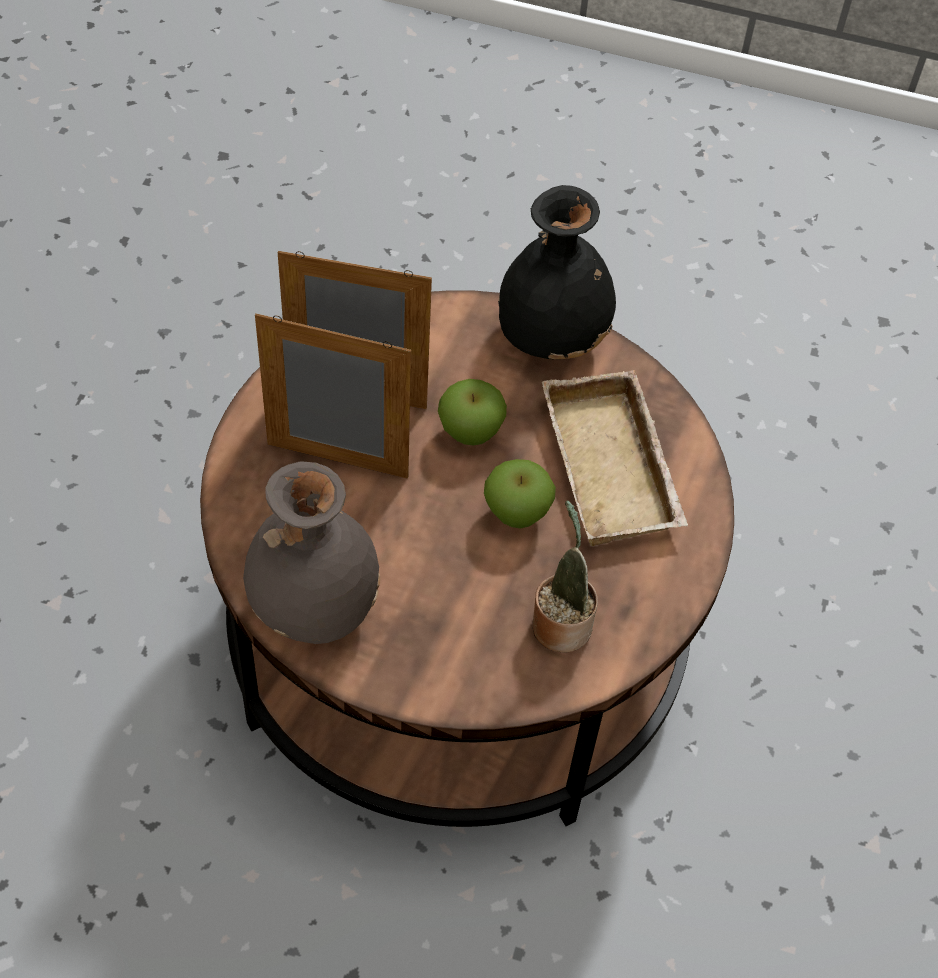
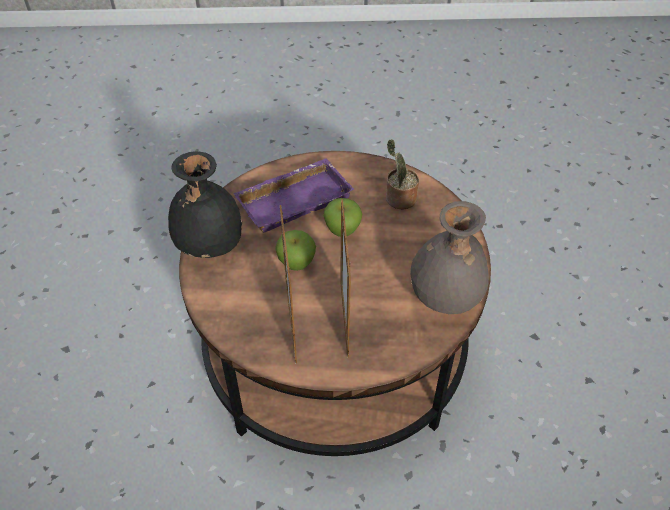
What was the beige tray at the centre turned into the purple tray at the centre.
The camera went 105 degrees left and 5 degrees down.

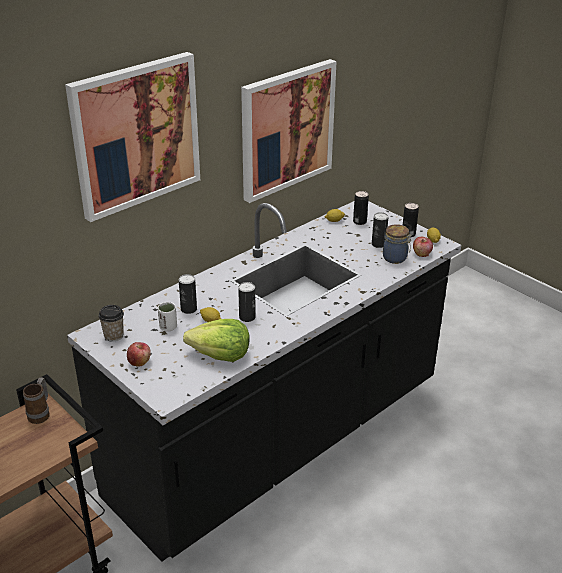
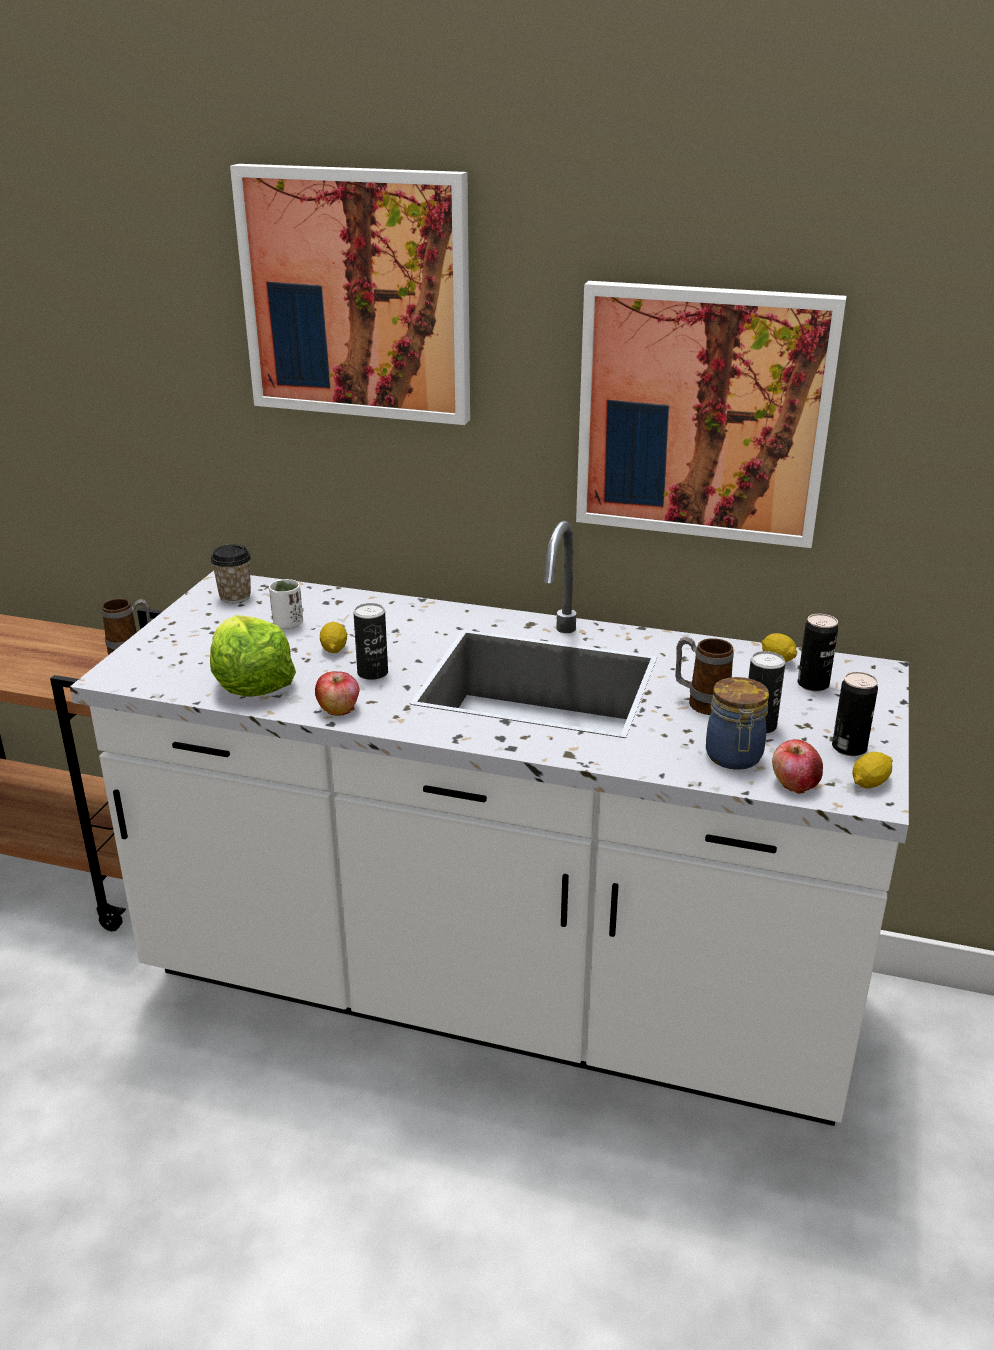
The second view lost the can (1st from left) at the centre.
The second view gained the mug (2nd from left) at the middle right.
The apple (1st from left) ended up elsewhere, having gone from the middle left to the centre.
What was the black counter at the centre turned into the white counter at the centre.
The camera went 60 degrees right and 5 degrees down.

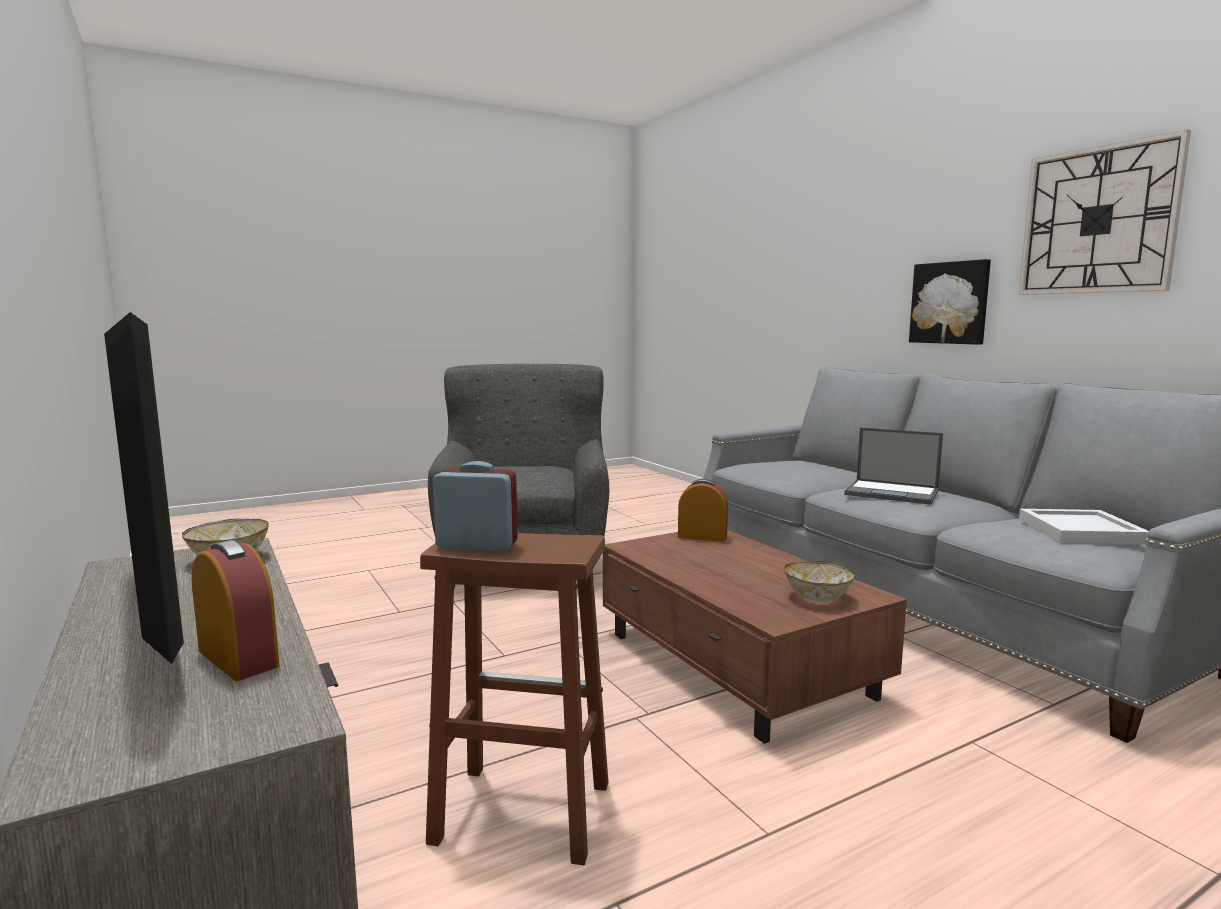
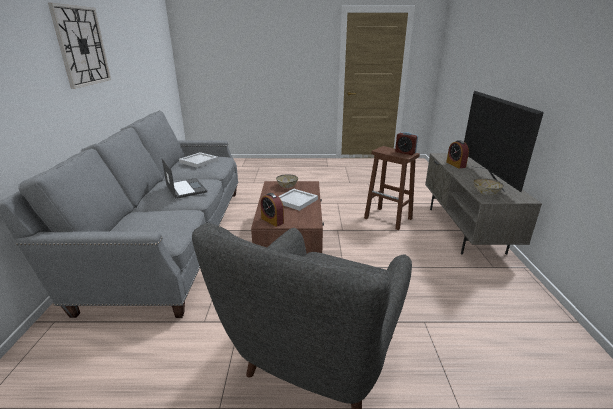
The second view lost the picture at the top right.
The second view gained the white tray (2nd from left) at the centre.
The camera went 150 degrees left and 15 degrees up.

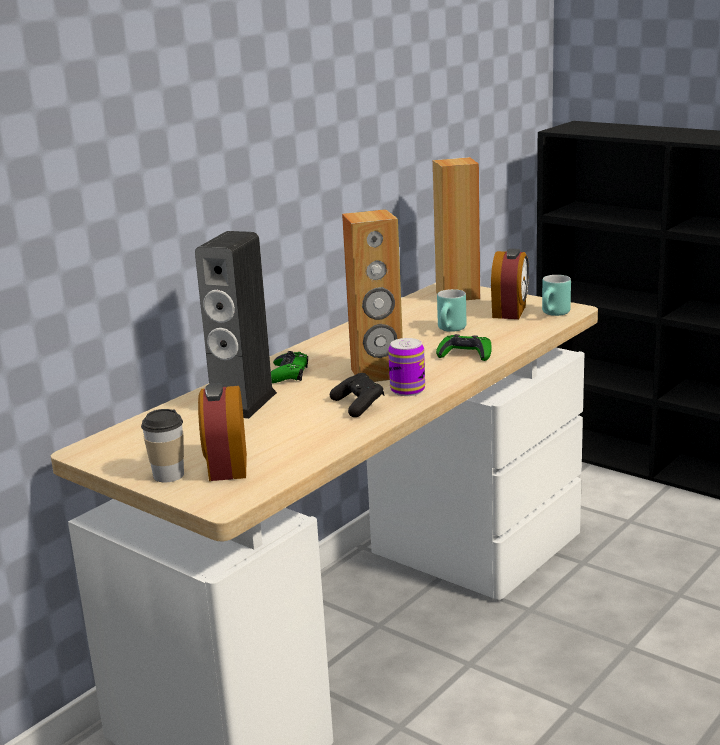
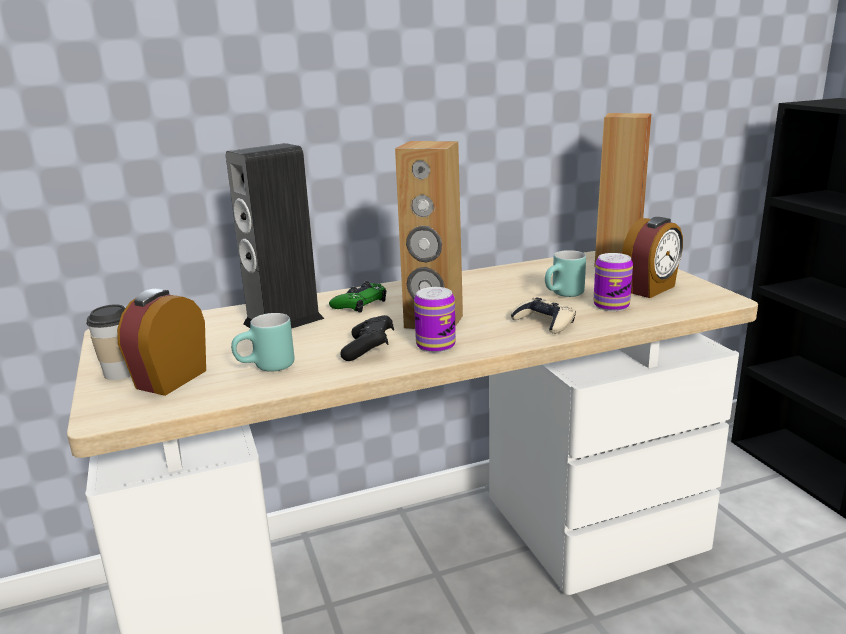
The second view gained the can (2nd from left) at the middle right.
The turquoise mug (2nd from left in the first image) ended up elsewhere, having gone from the middle right to the middle left.
What was the green game controller (2nd from left) at the centre turned into the beige game controller at the centre.
The camera went 30 degrees right and 0 degrees up.

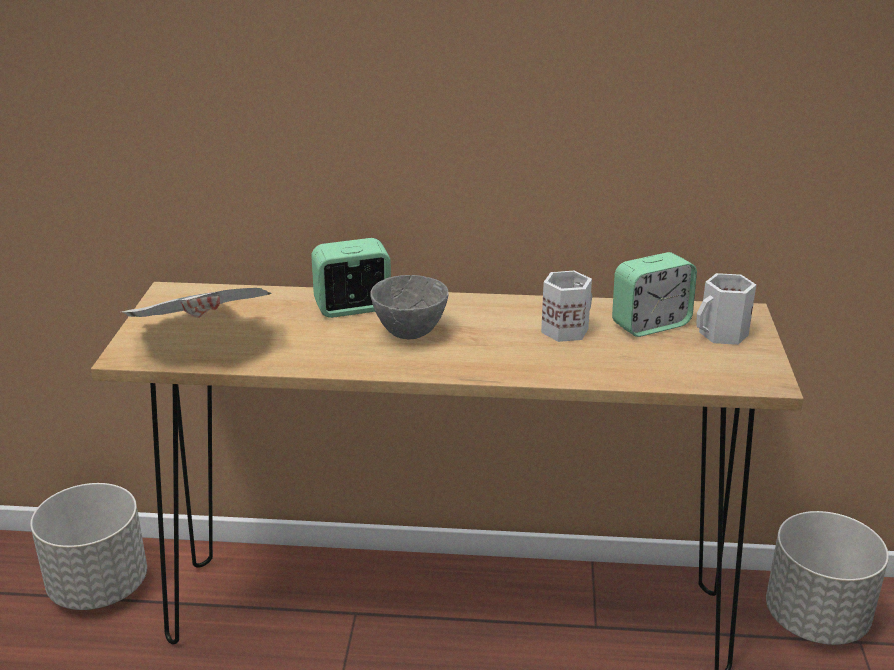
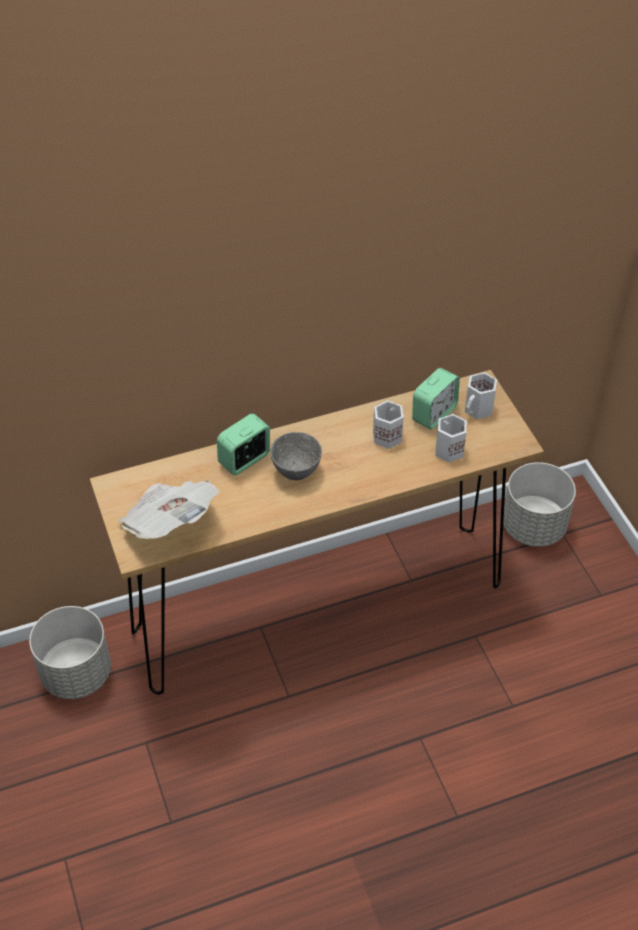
The second view gained the white mug (2nd from left) at the middle right.
The camera went 25 degrees left and 20 degrees up.

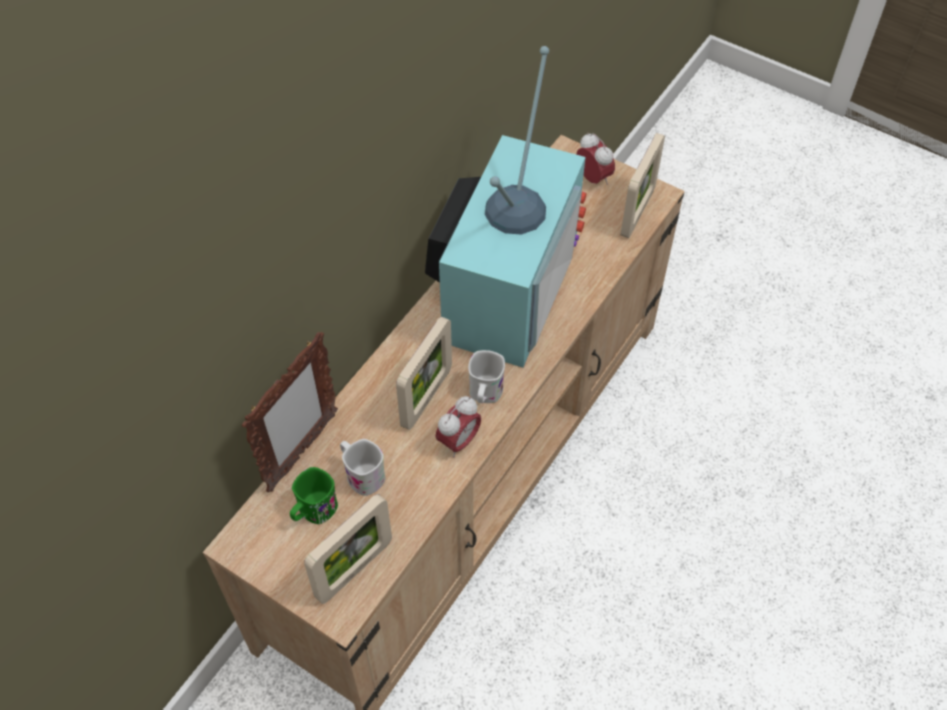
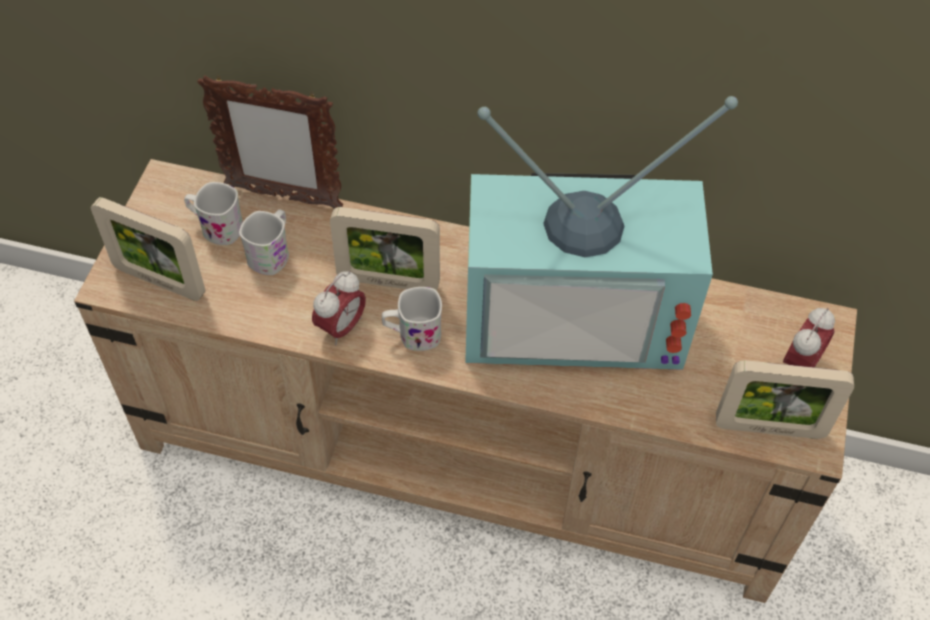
What was the green mug at the bottom left turned into the white mug (1st from left) at the middle left.
The alarm clock (1st from left) at the centre ended up facing another way, 75 degrees counterclockwise from before.
The camera went 70 degrees right and 0 degrees up.

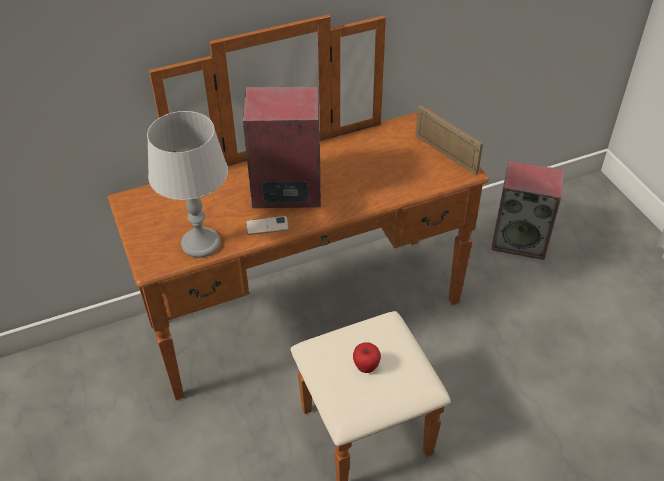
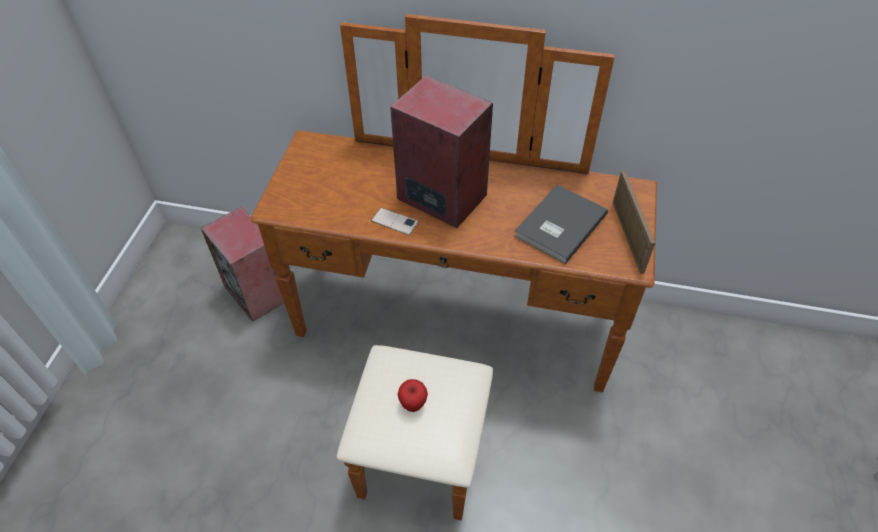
The second view lost the grey table lamp at the middle left.
The second view gained the grey book at the centre.
The speaker (2nd from left in the first image) ended up elsewhere, having gone from the middle right to the middle left.
The camera went 35 degrees right and 5 degrees up.

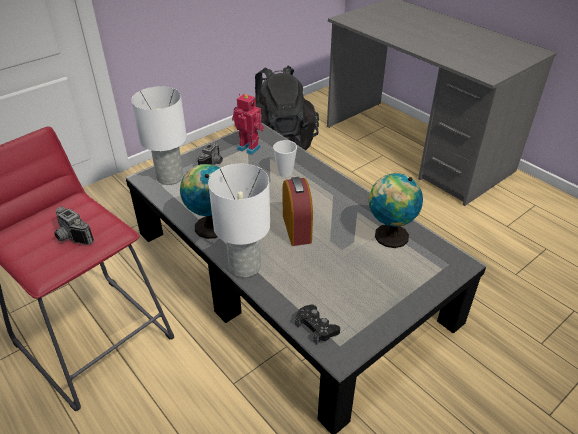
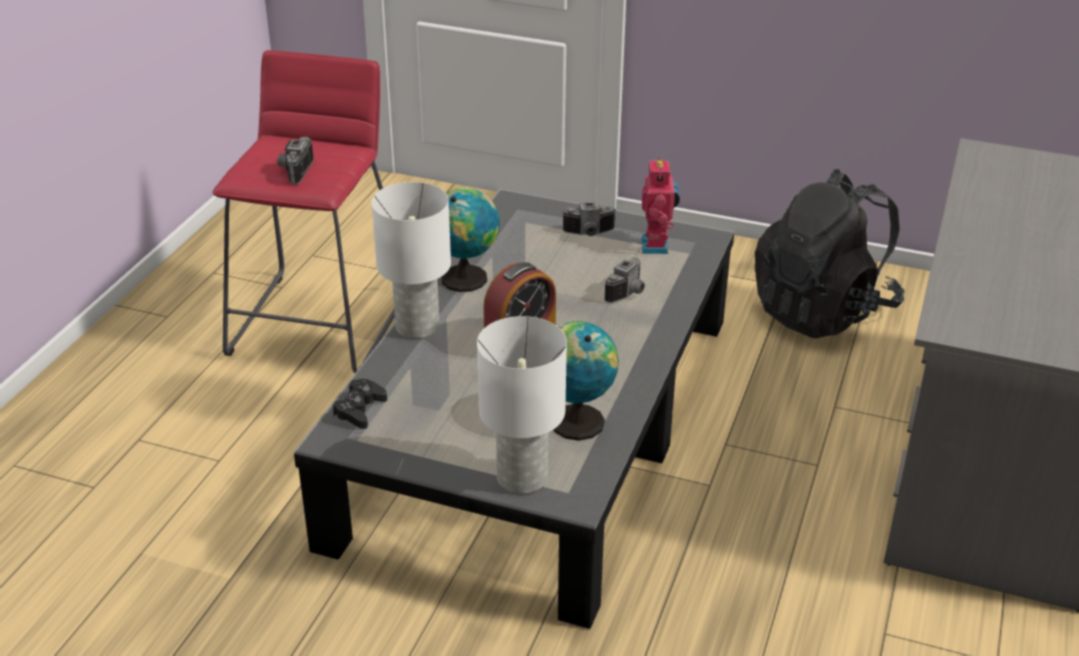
The white table lamp (1st from left in the first image) ended up elsewhere, having gone from the top left to the centre.
Where the cup stood at the centre, the photo camera (3rd from left) came to stand at the centre.
The camera went 60 degrees right and 5 degrees down.

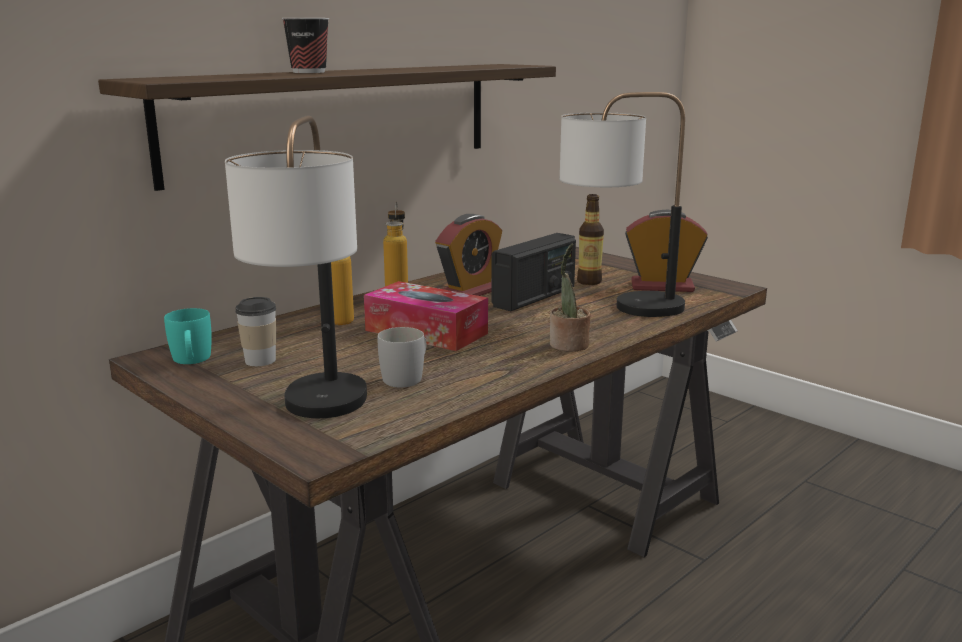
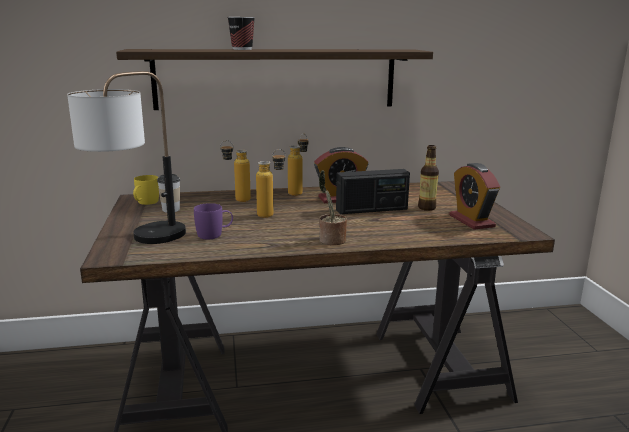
The second view lost the table lamp (2nd from left) at the top centre.
Where the tissue box stood at the centre, the bottle (2nd from left) came to stand at the centre.
What was the turquoise mug at the middle left turned into the yellow mug at the middle left.
What was the white mug at the centre turned into the purple mug at the centre.
The alarm clock (2nd from left) at the middle right ended up facing another way, 150 degrees counterclockwise from before.
The camera went 35 degrees right and 0 degrees up.

